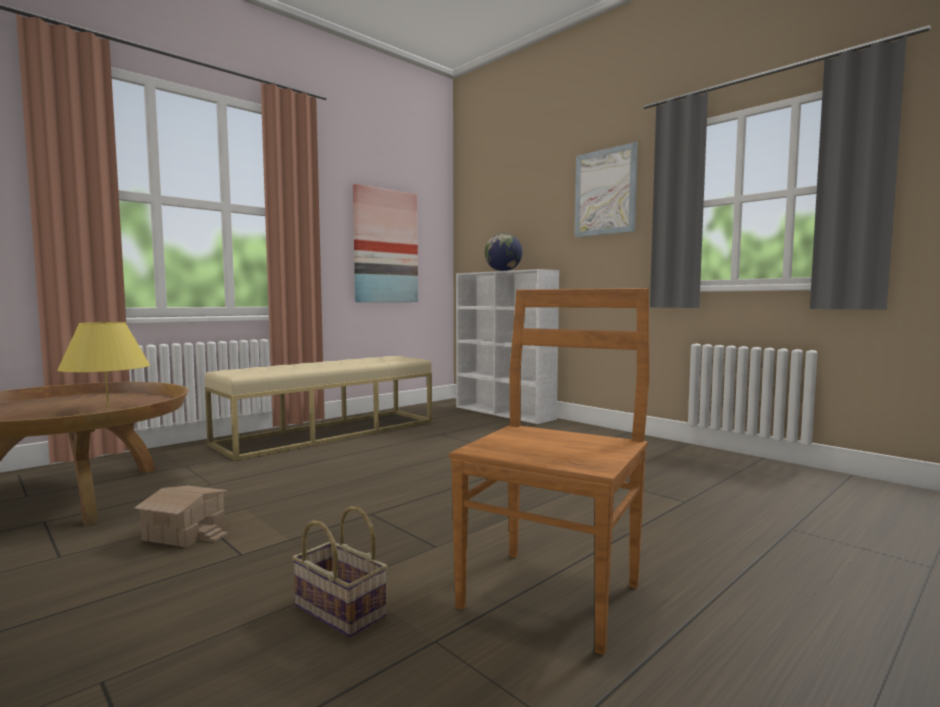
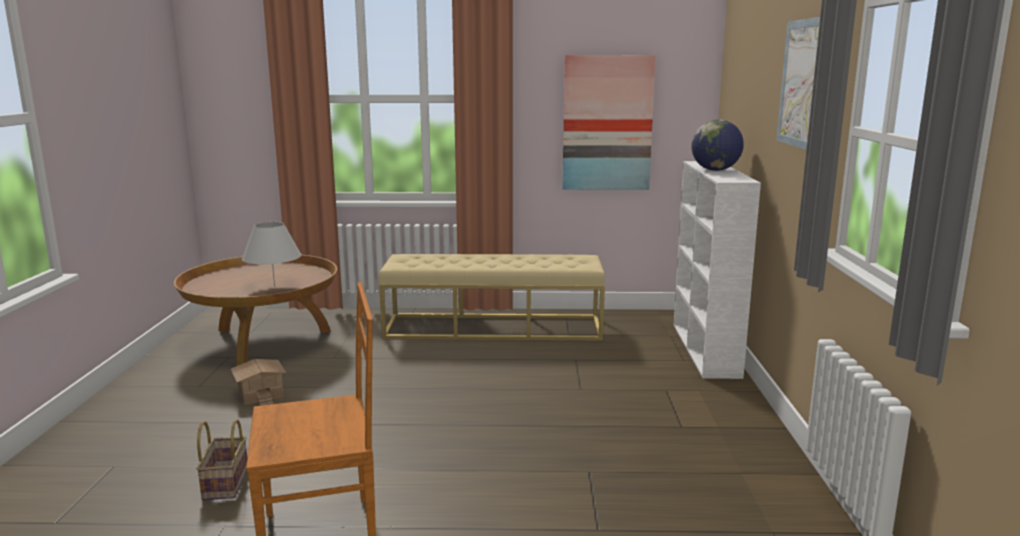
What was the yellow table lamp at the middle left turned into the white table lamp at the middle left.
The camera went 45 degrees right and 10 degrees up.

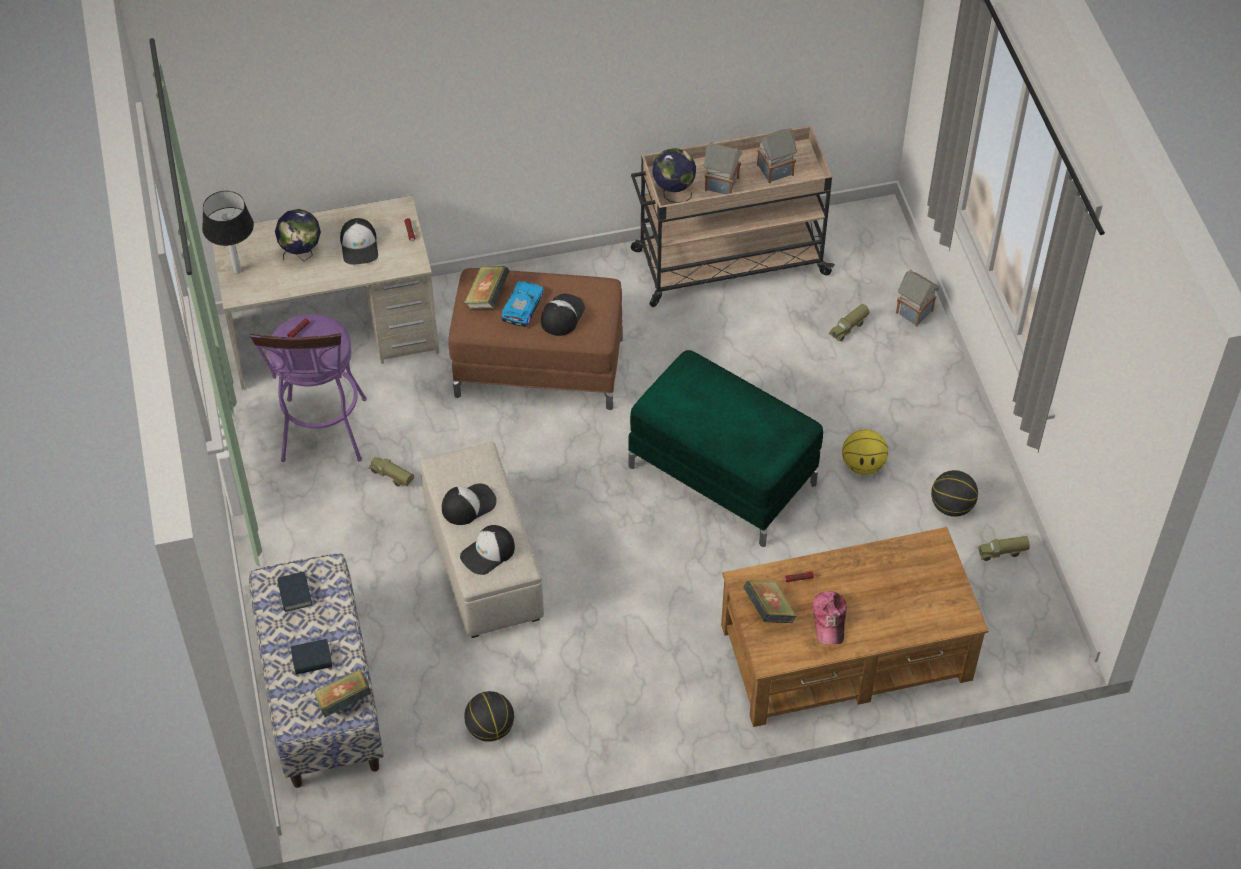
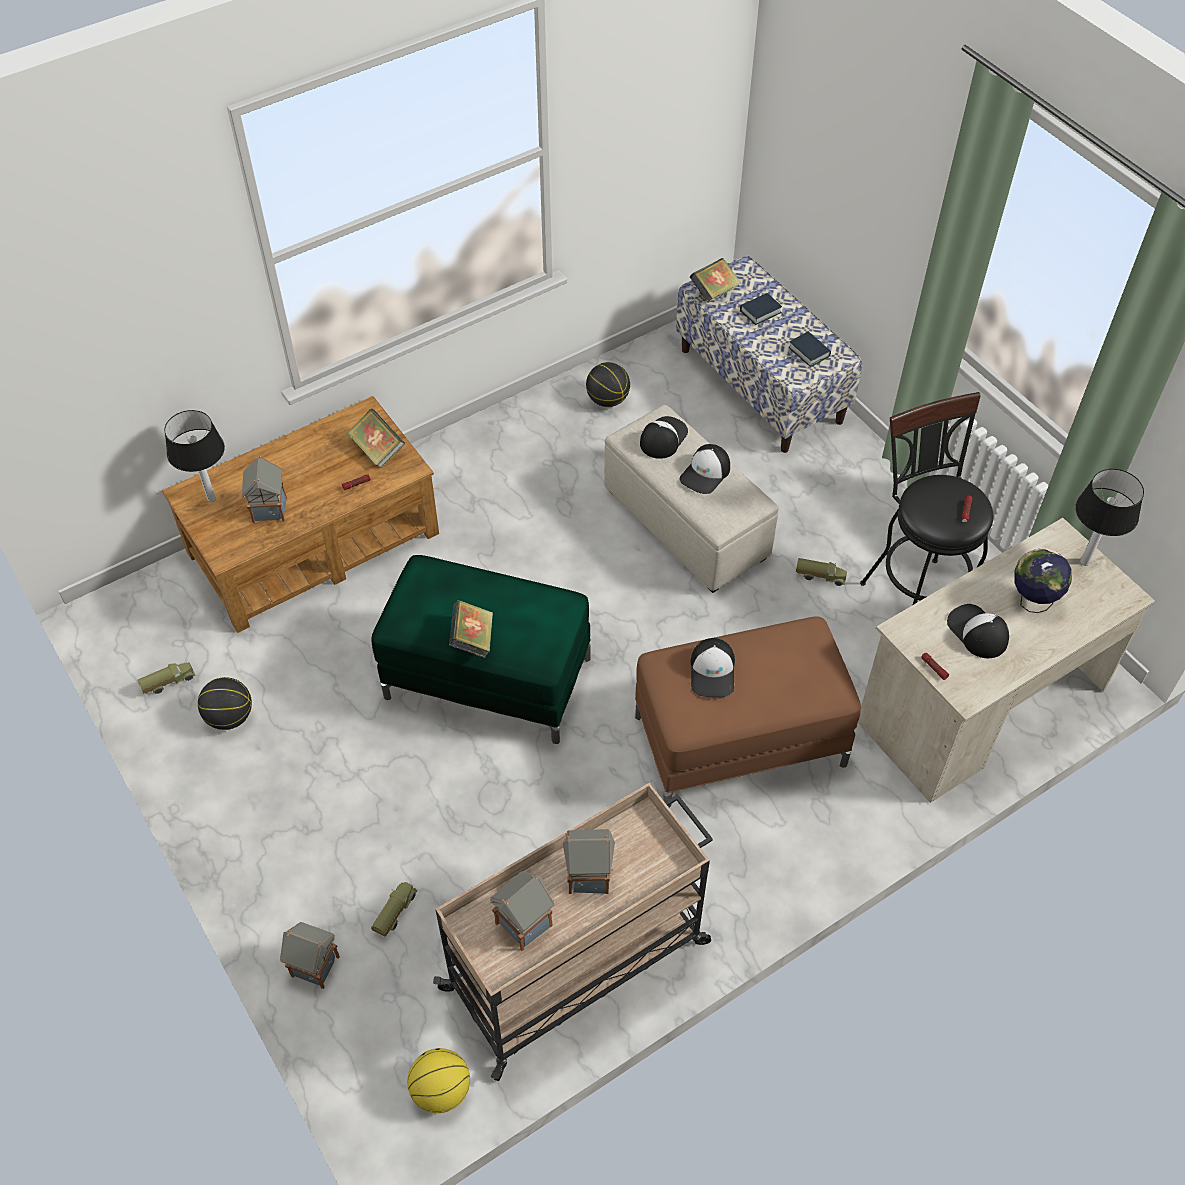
The second view lost the toy car at the centre.
The second view lost the globe (2nd from left) at the top centre.
The second view lost the cap (5th from left) at the bottom right.
The second view gained the table lamp (1st from left) at the middle left.
The second view gained the toy house (1st from left) at the middle left.
The book (4th from left in the first image) ended up elsewhere, having gone from the top centre to the centre.
The basketball (2nd from left) ended up elsewhere, having gone from the middle right to the bottom centre.
What was the purple stool at the middle left turned into the black stool at the middle right.
The camera went 160 degrees right and 0 degrees up.

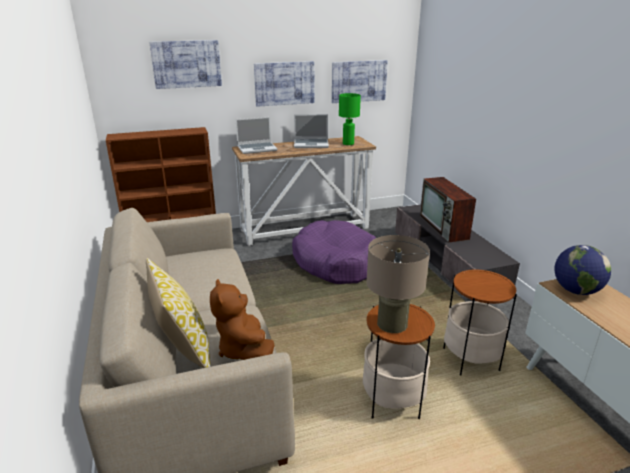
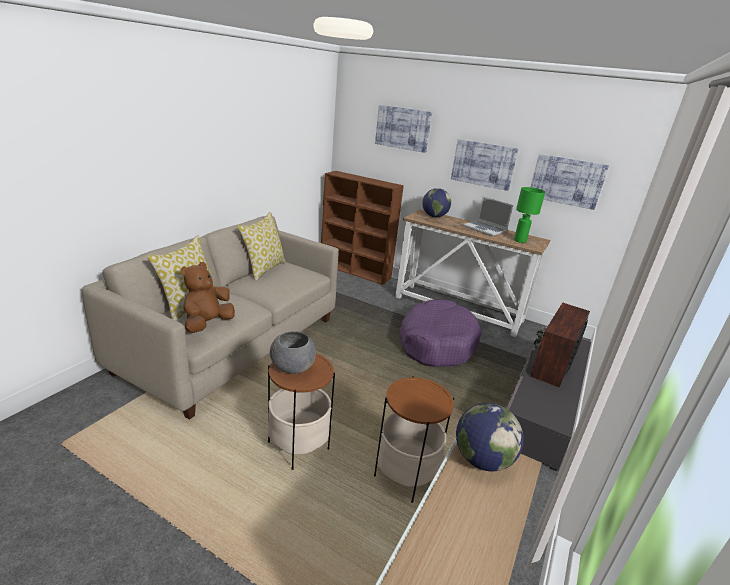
The second view gained the pillow (2nd from left) at the centre.
Where the laptop (1st from left) stood at the top centre, the globe (1st from left) came to stand at the centre.
Where the beige table lamp stood at the centre, the grey bowl came to stand at the centre.
The camera went 45 degrees right and 0 degrees up.

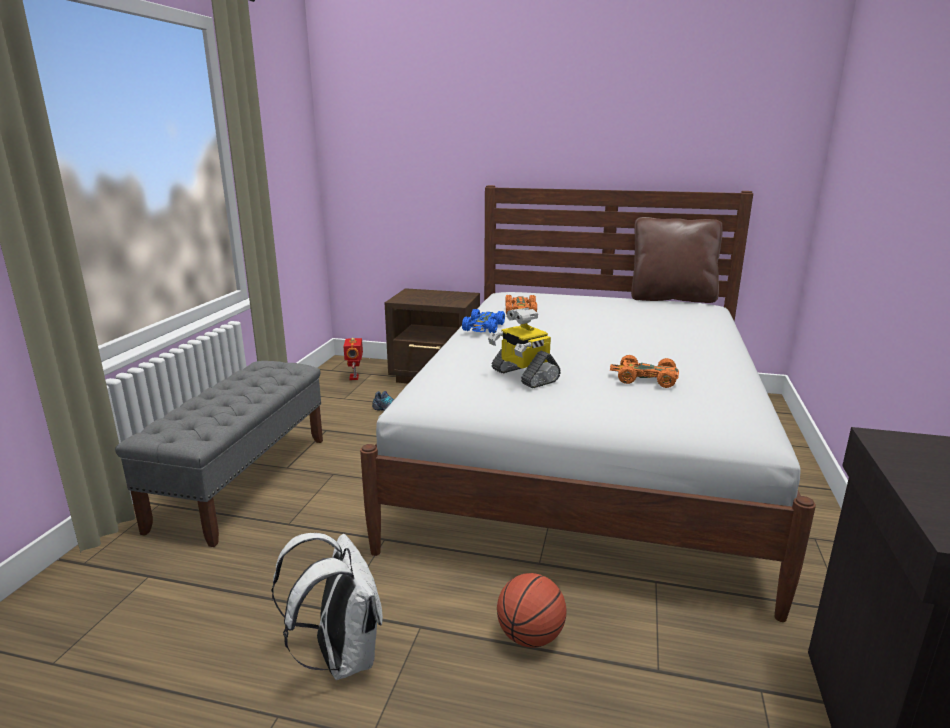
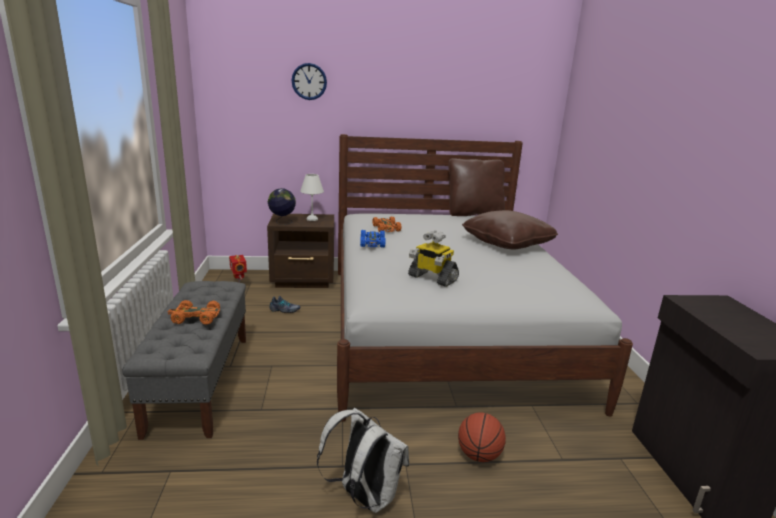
The second view gained the globe at the centre.
The second view gained the wall clock at the top centre.
The second view gained the white table lamp at the centre.
The second view gained the brown pillow (2nd from left) at the centre.
The orange toy car (2nd from left in the first image) ended up elsewhere, having gone from the middle right to the middle left.
The camera went 20 degrees left and 0 degrees up.

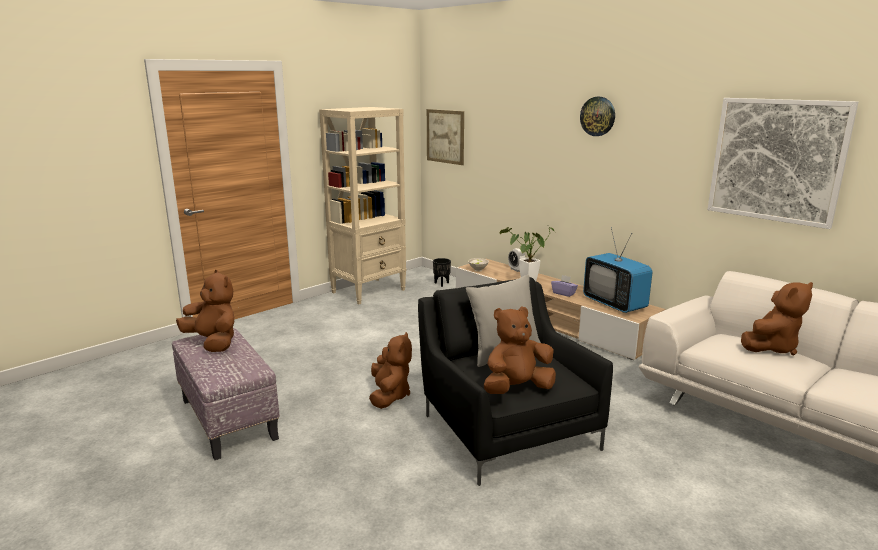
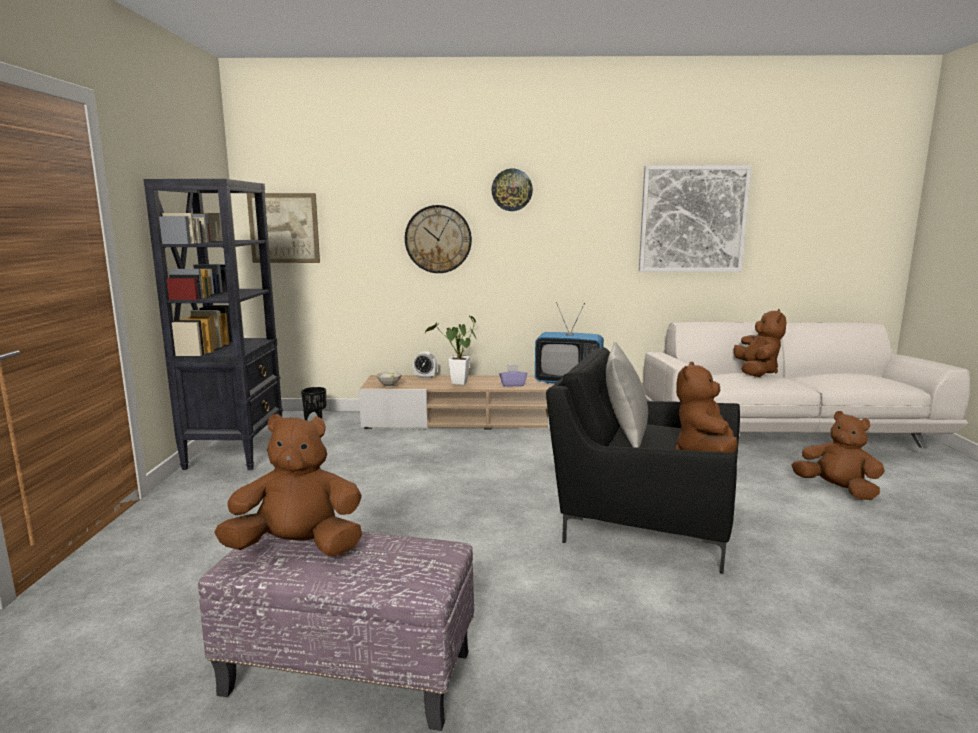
The second view gained the wall clock (1st from left) at the top centre.
The brown plush toy (2nd from left in the first image) ended up elsewhere, having gone from the bottom centre to the middle right.
What was the beige bookcase at the centre turned into the black bookcase at the middle left.
The camera went 45 degrees left and 5 degrees down.

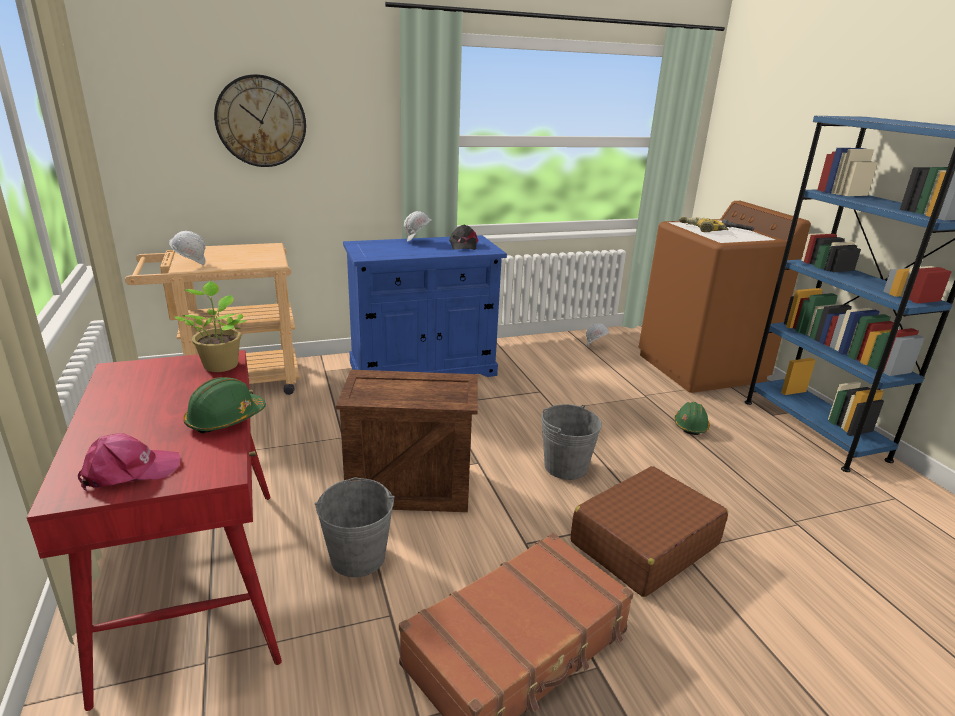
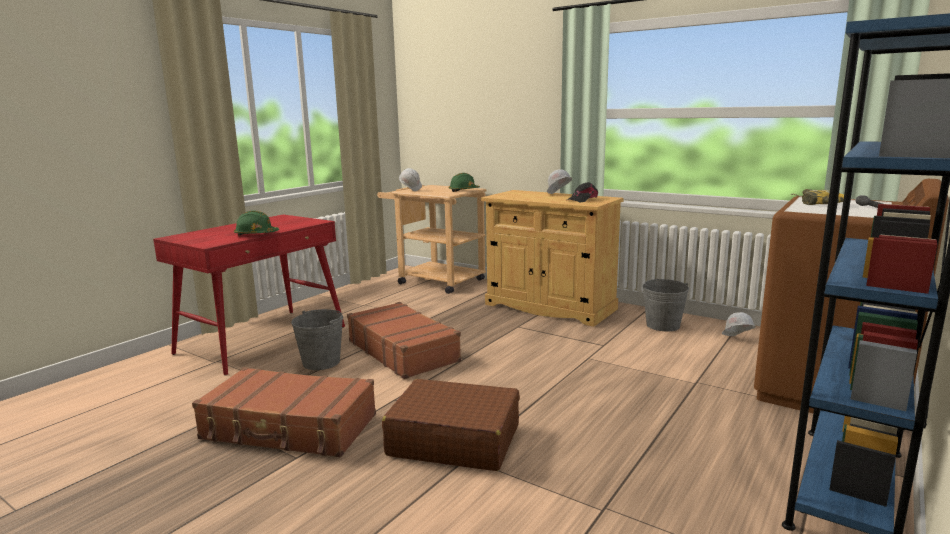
The second view lost the pink cap at the middle left.
The second view lost the potted plant at the middle left.
The second view lost the wall clock at the top left.
The grey bucket (2nd from left) ended up elsewhere, having gone from the centre to the middle right.
The green hard hat (2nd from left) ended up elsewhere, having gone from the middle right to the centre.
Where the crate stood at the centre, the brown suitcase (2nd from left) came to stand at the centre.
What was the blue cabinet at the centre turned into the beige cabinet at the centre.
The camera went 55 degrees right and 10 degrees down.

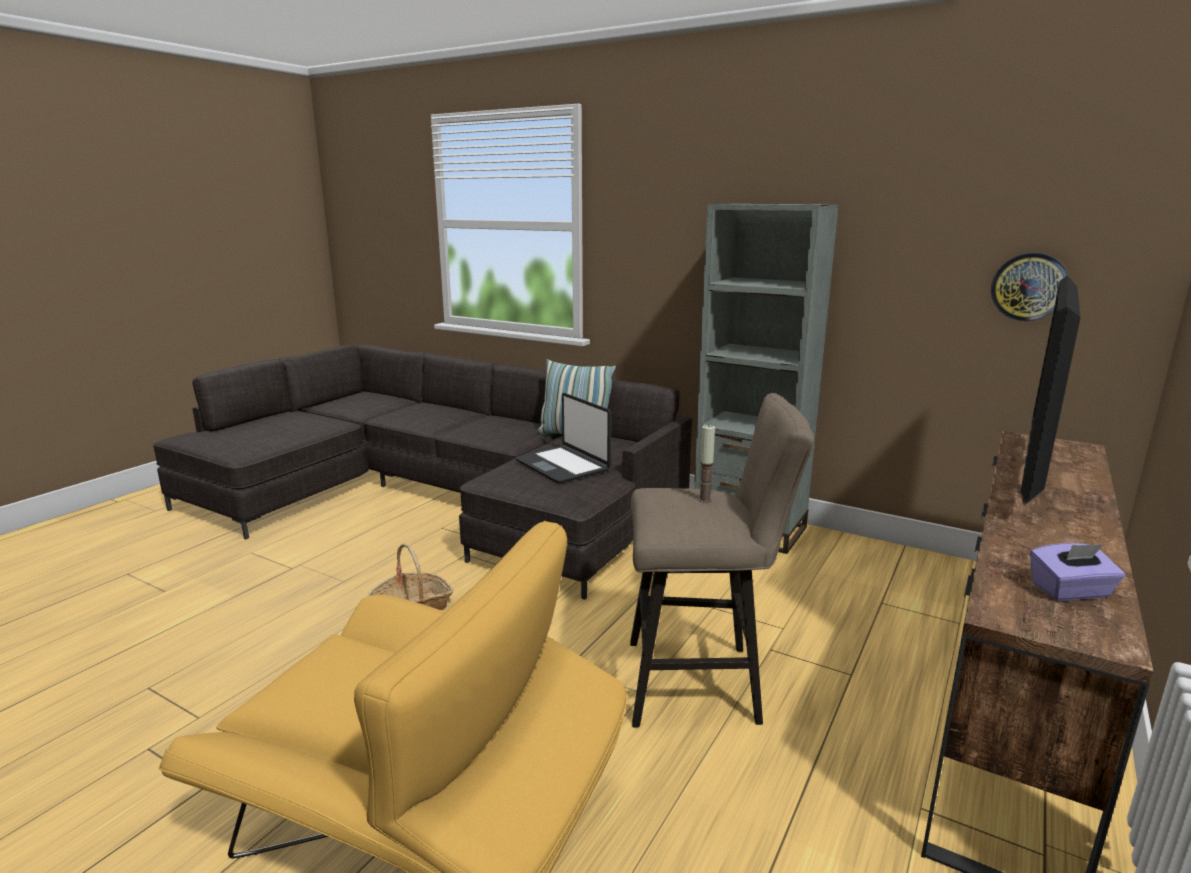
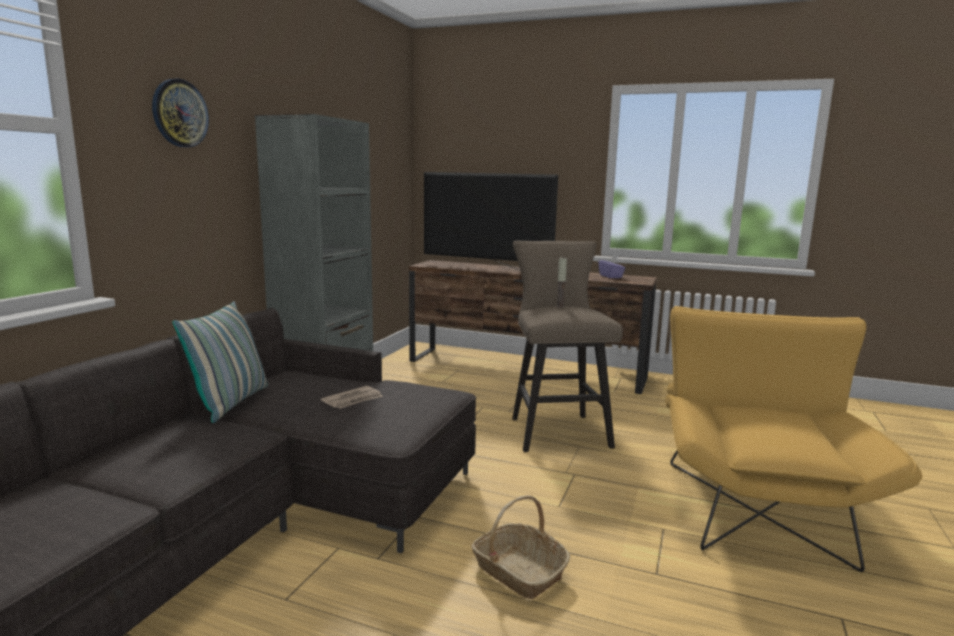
The wall clock ended up elsewhere, having gone from the top right to the top left.
Where the laptop stood at the centre, the newspaper came to stand at the centre.
The camera went 100 degrees left and 5 degrees down.

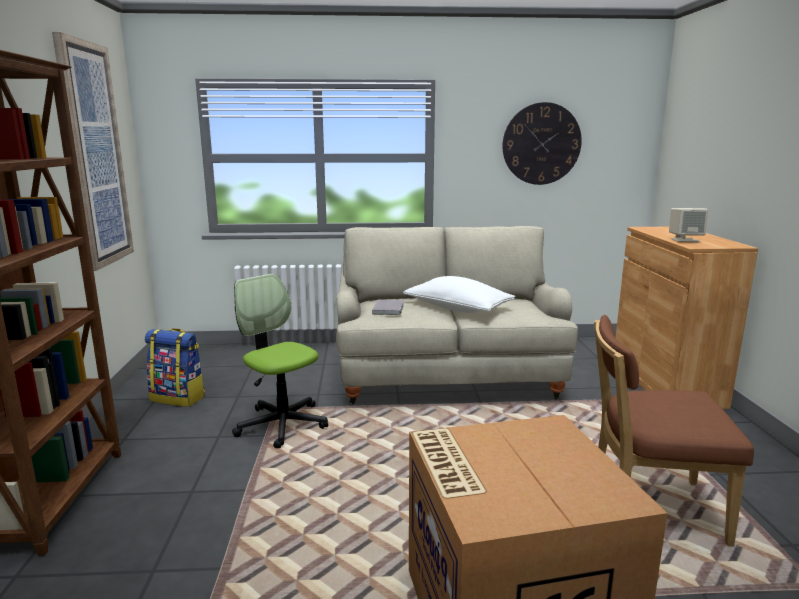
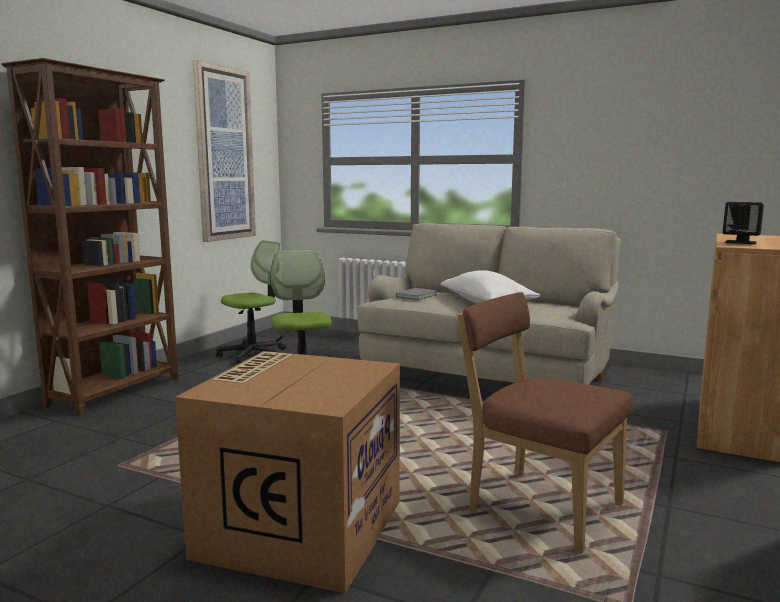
The second view lost the wall clock at the top right.
Where the backpack stood at the middle left, the office chair (1st from left) came to stand at the middle left.
What was the beige speaker at the middle right turned into the black speaker at the middle right.
The camera went 30 degrees right and 5 degrees down.

